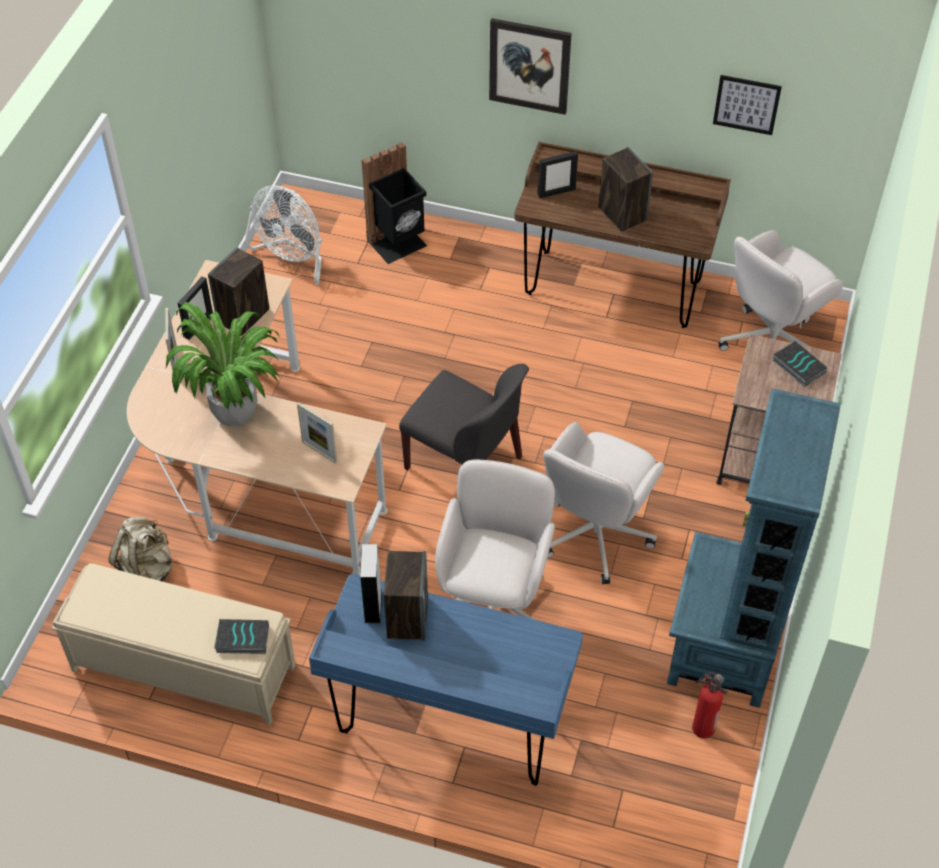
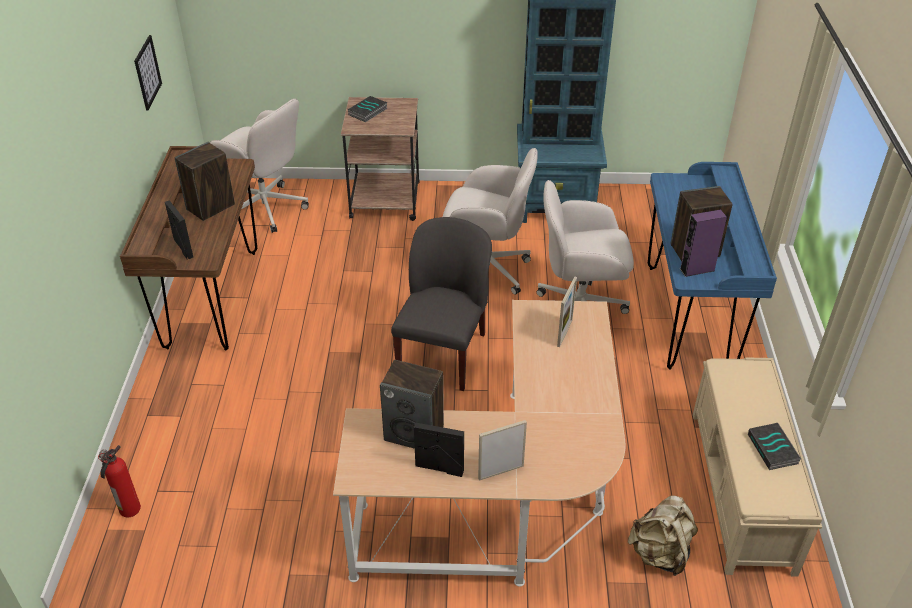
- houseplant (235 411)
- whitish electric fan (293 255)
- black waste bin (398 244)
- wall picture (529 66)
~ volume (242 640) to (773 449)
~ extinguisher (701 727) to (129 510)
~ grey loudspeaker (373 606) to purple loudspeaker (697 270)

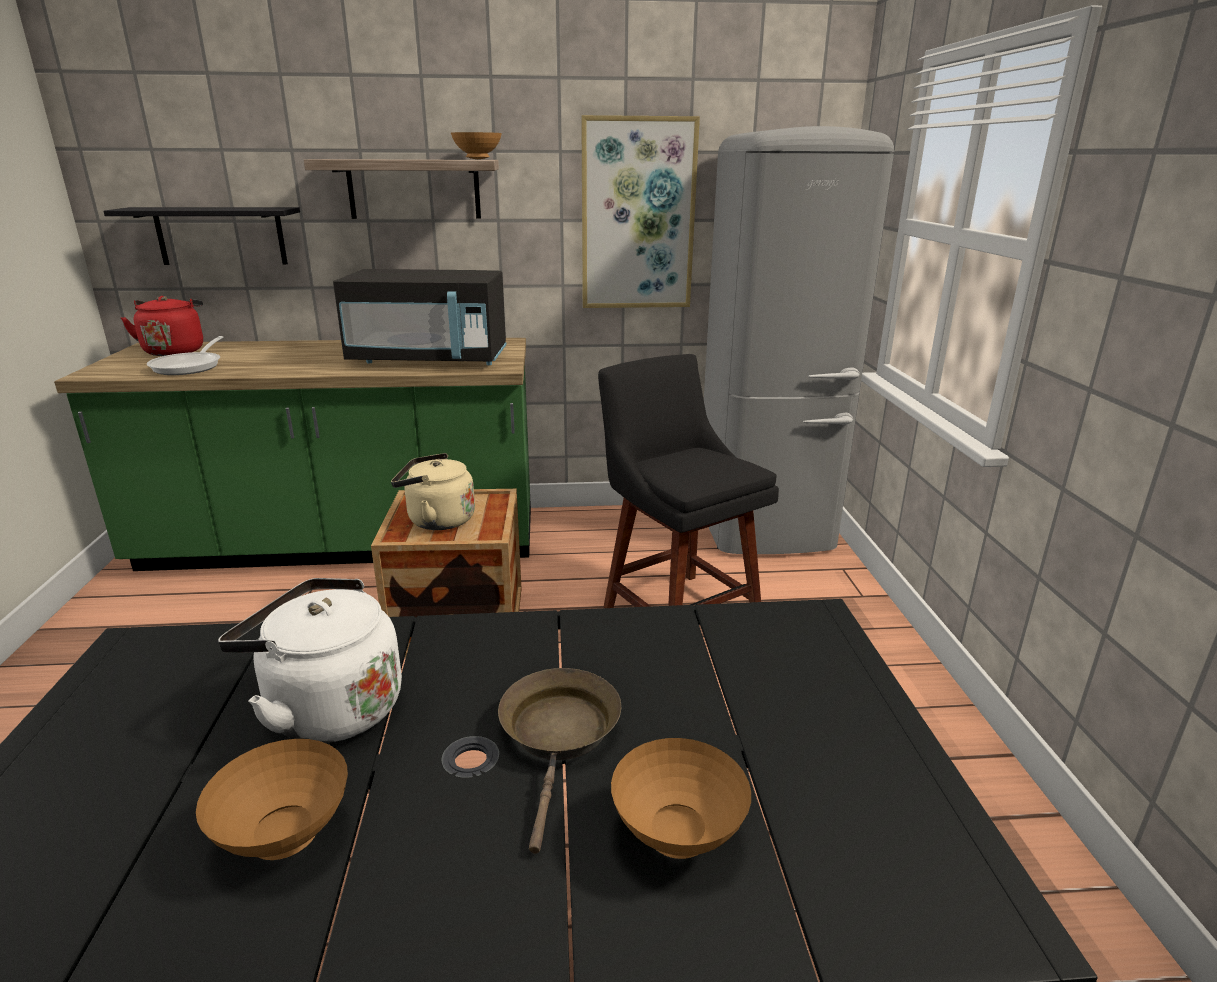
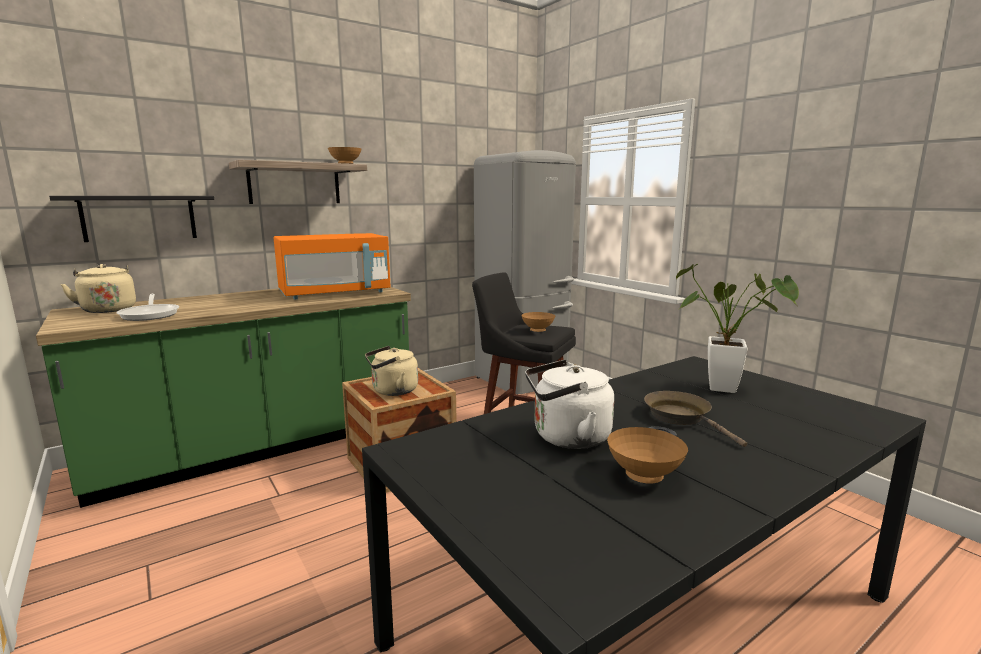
- wall picture (637 215)
+ houseplant (730 389)
~ brownish serving bowl (677 833) to (537 331)
~ red tea kettle (175 351) to beige-coloured tea kettle (108 309)
~ black kitchen microwave (430 360) to orangey kitchen microwave (335 293)

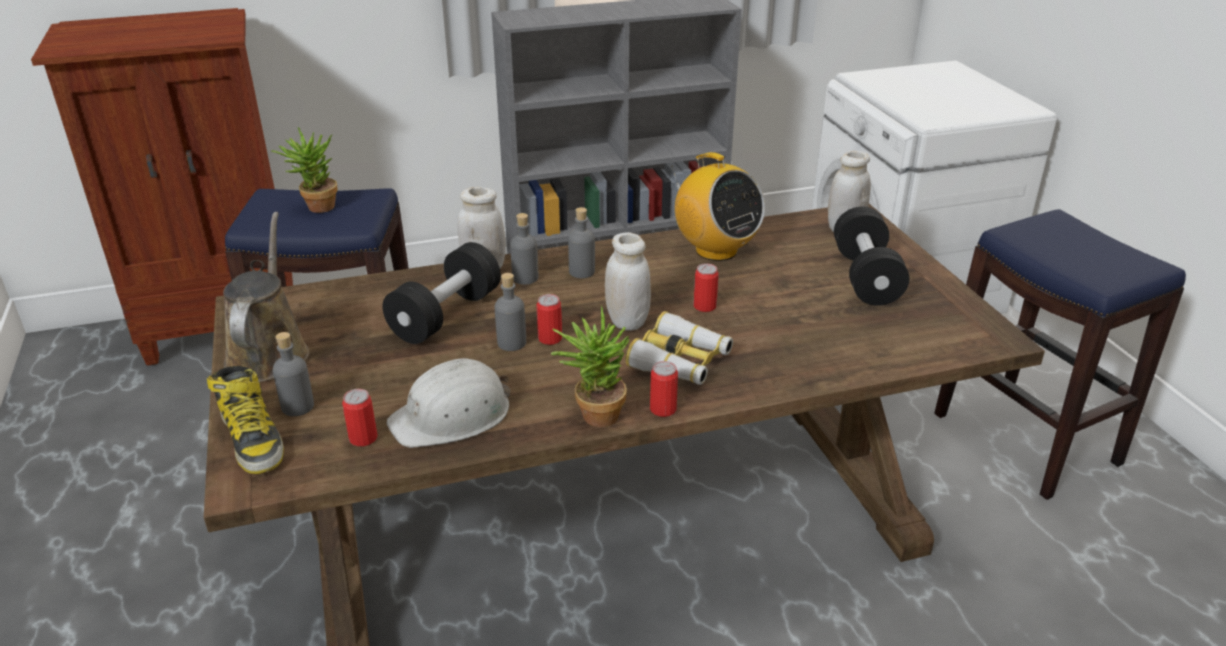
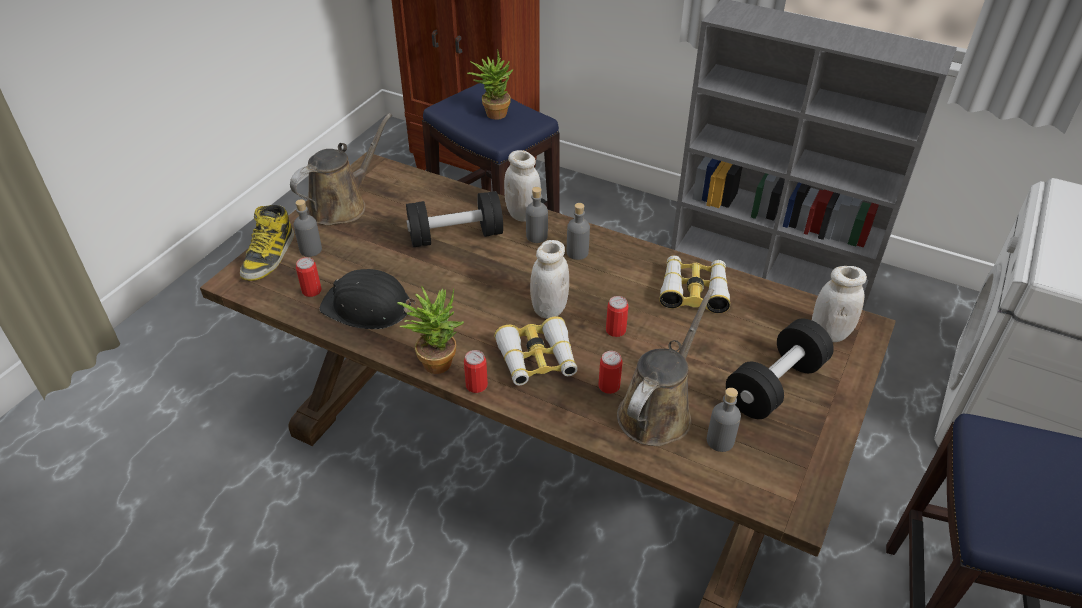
+ brownish watering can (658 411)
~ grey beverage bottle (511 343) to (720 441)
~ can (550 338) to (609 386)
~ radio (715 250) to pair of binoculars (694 290)
~ whitish safety helmet (452 416) to black safety helmet (367 307)

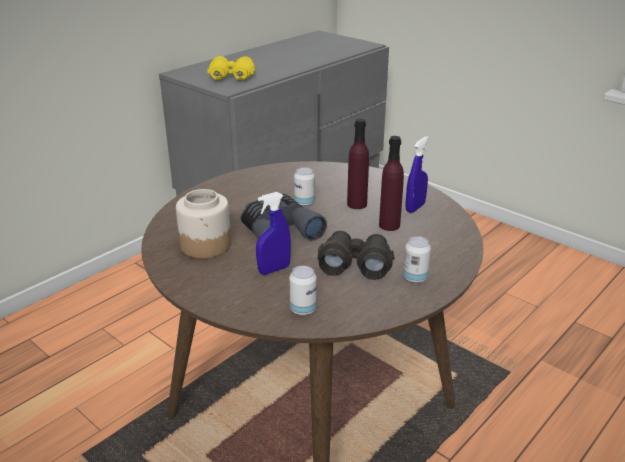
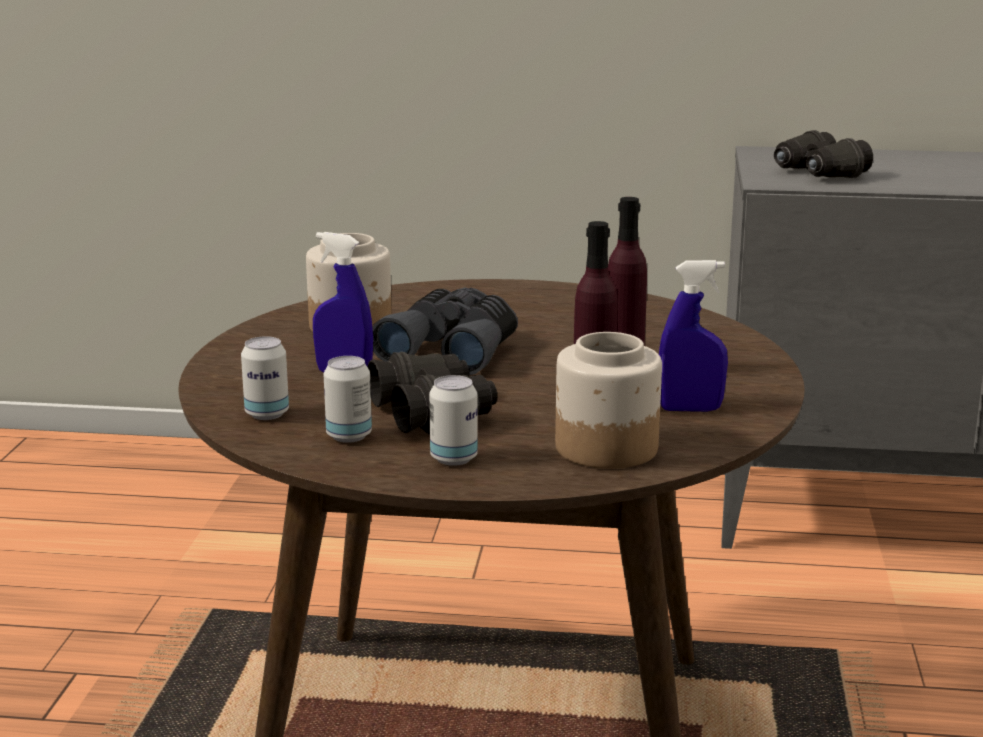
+ storage jar (605 448)
~ can (304 203) to (349 436)
~ yellowish pair of binoculars (231 78) to black pair of binoculars (818 173)

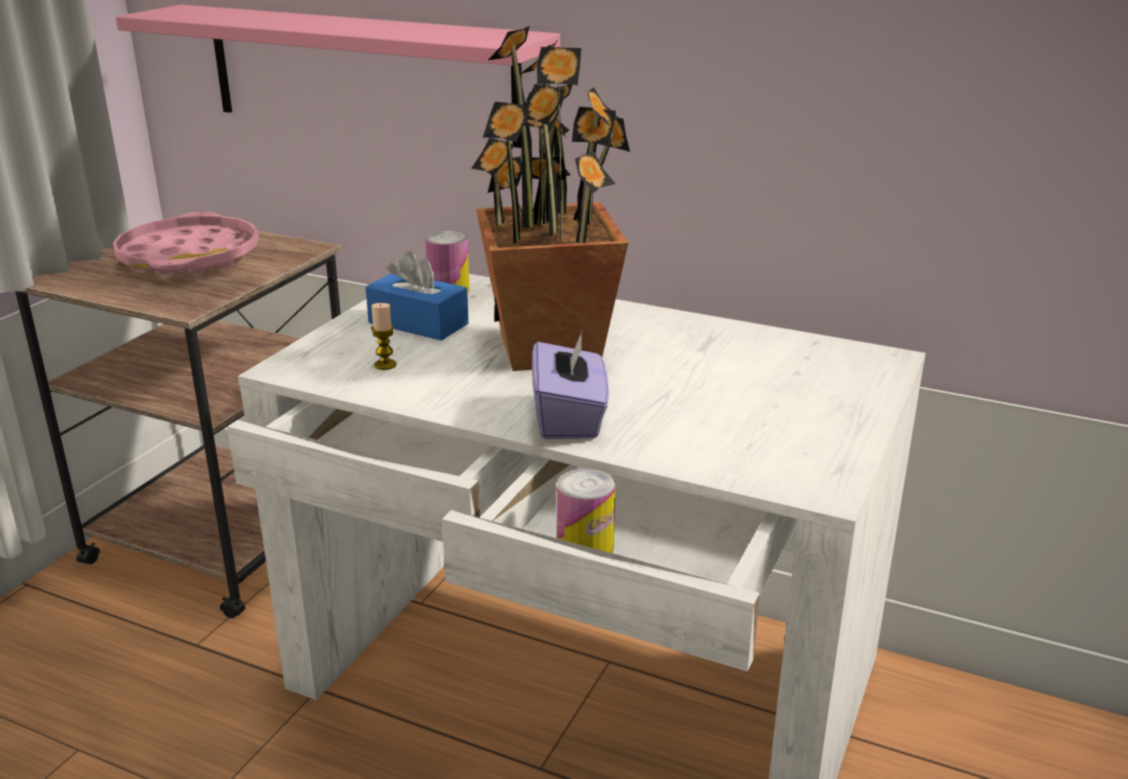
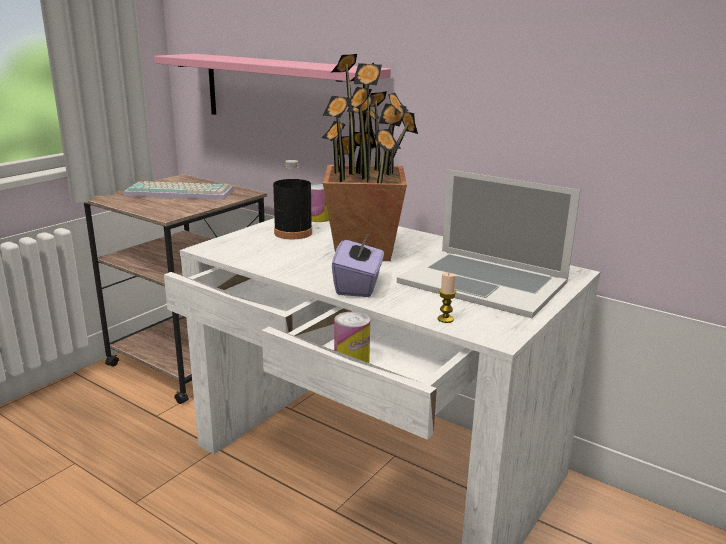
+ notebook computer (483 282)
~ wax candle (385 365) to (445 319)
~ pink serving tray (190 257) to PC keyboard (181 192)
~ blue tissue box (418 323) to black beverage bottle (293 233)

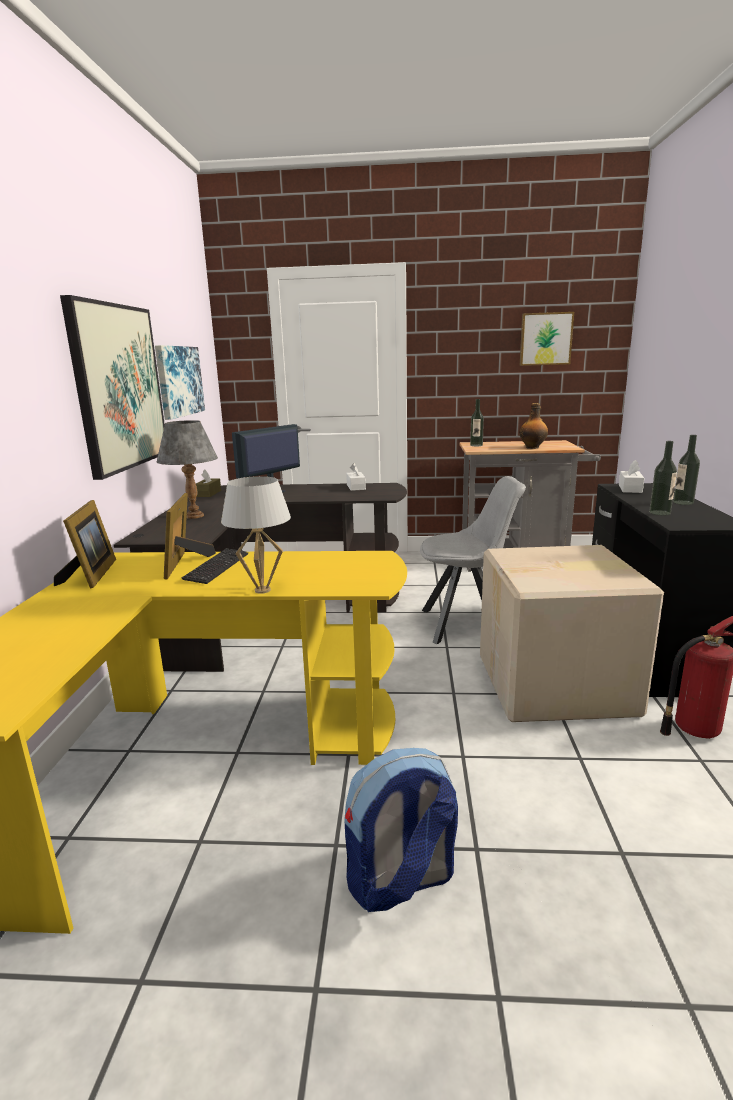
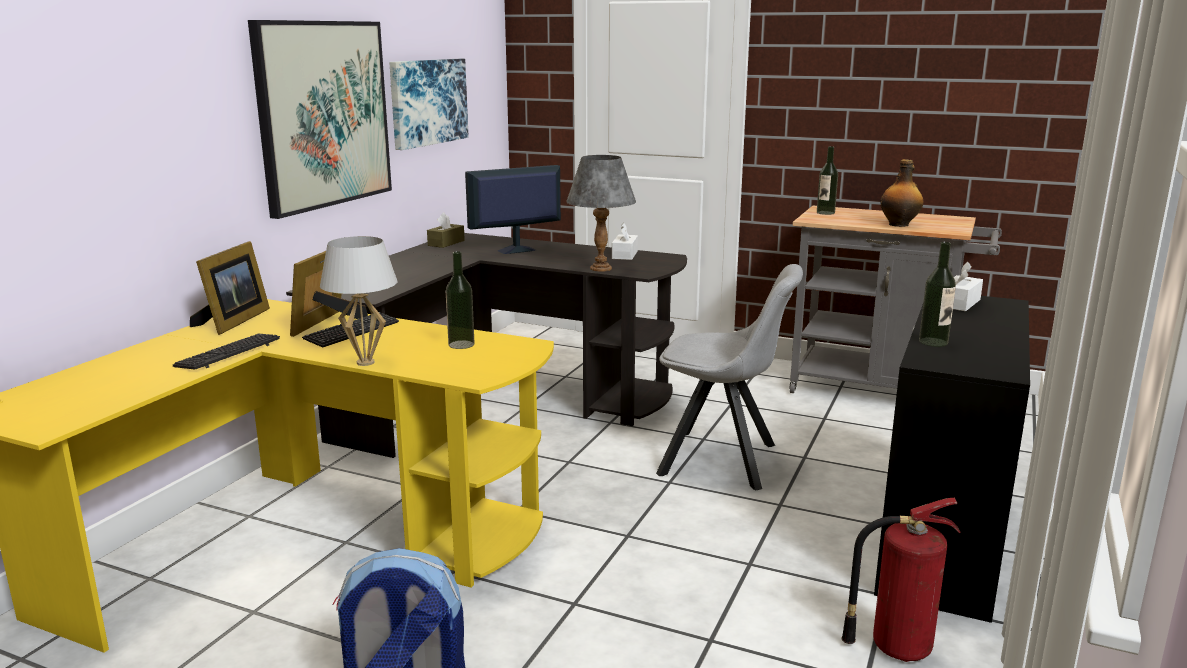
- packing box (557 685)
- wall picture (545 339)
+ PC keyboard (228 353)
~ grey table lamp (194 516) to (600 268)
~ beverage bottle (683 502) to (461 344)

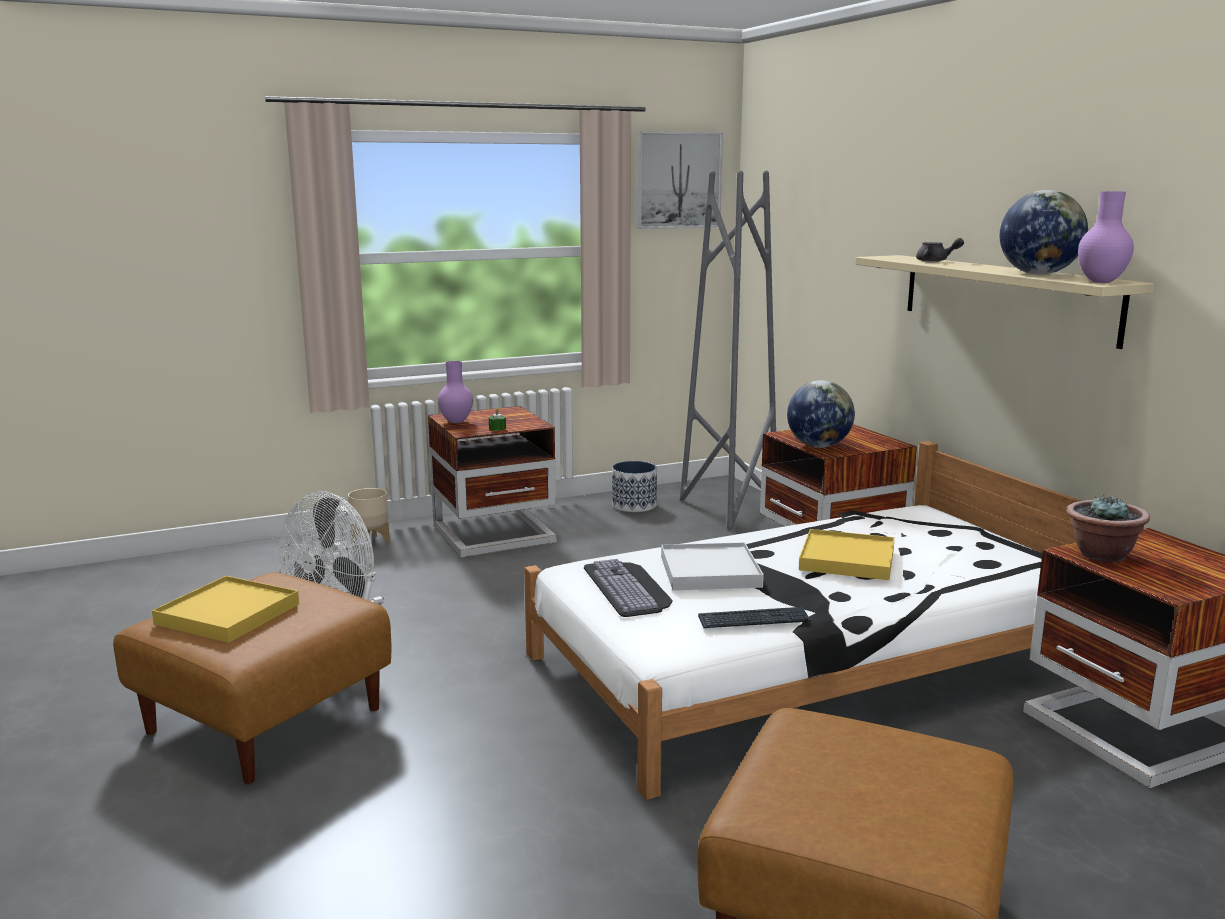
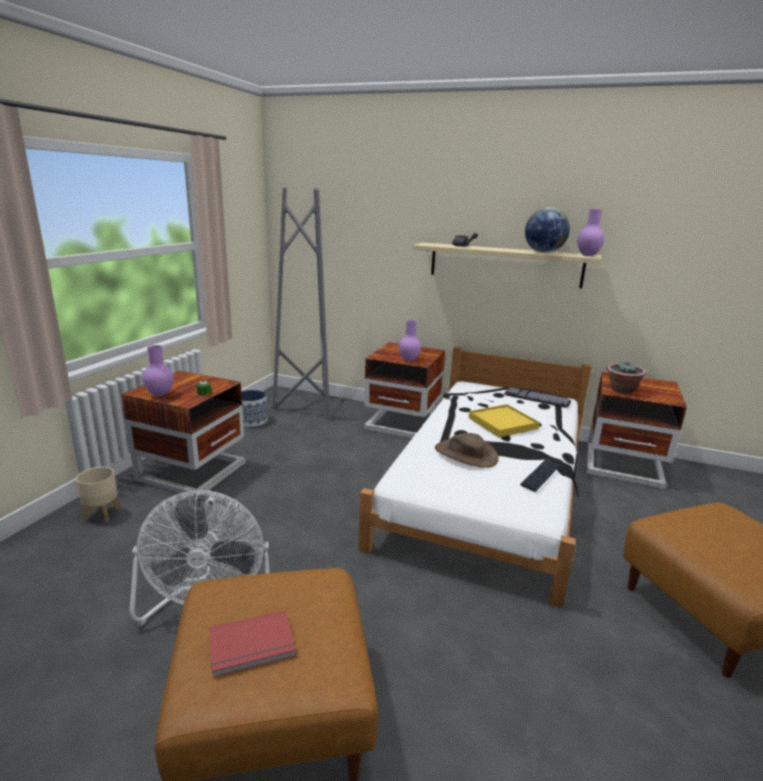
- wall picture (678 180)
~ PC keyboard (630 588) to (538 397)
~ yellowish serving tray (228 614) to red volume (252 647)
~ whitish serving tray (710 572) to brownish wearable hat (466 454)
~ world globe (818 446) to purple flower vase (408 360)

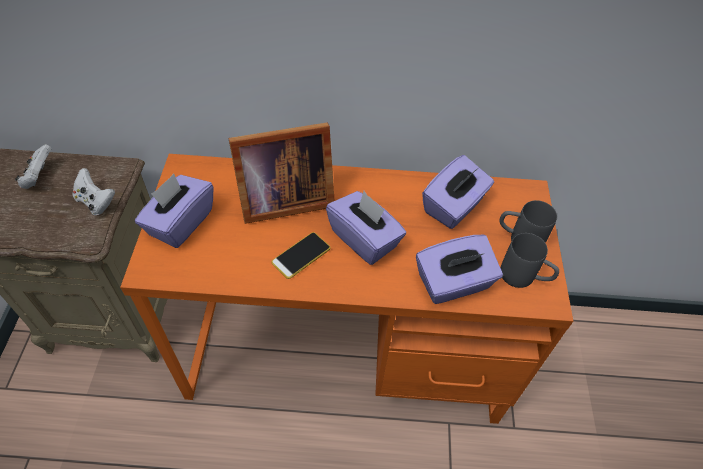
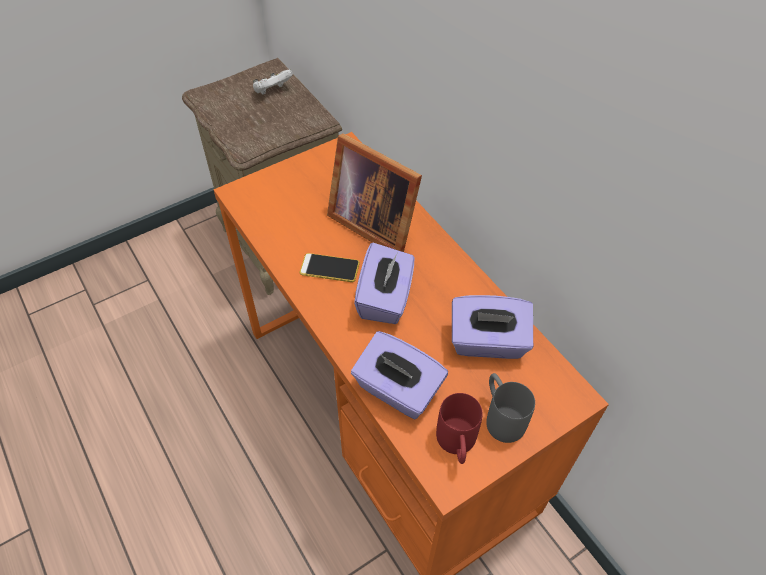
- whitish gamepad (96 202)
- purple tissue box (180 223)
~ grey mug (524 278) to red mug (456 445)

